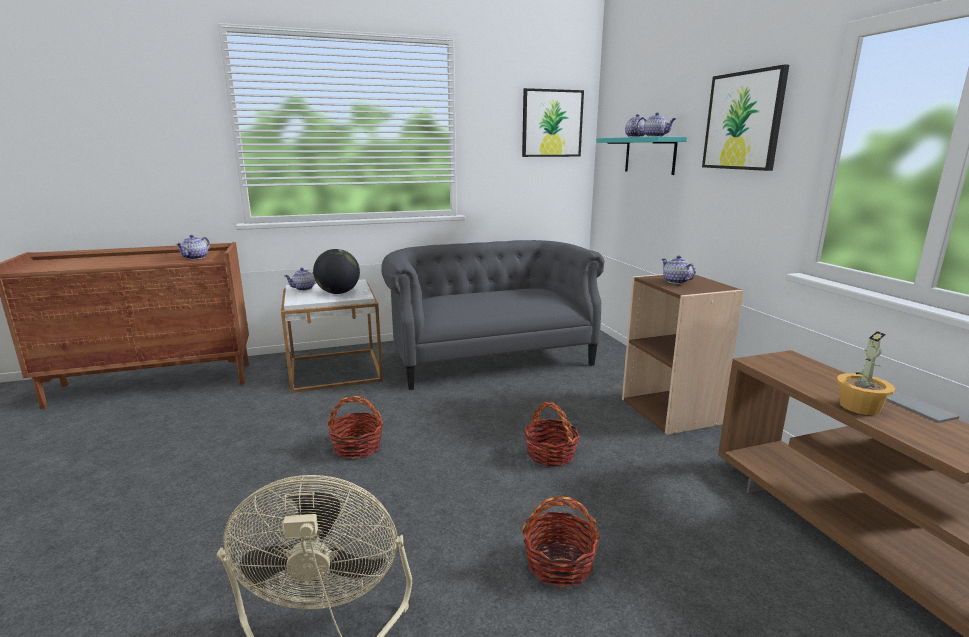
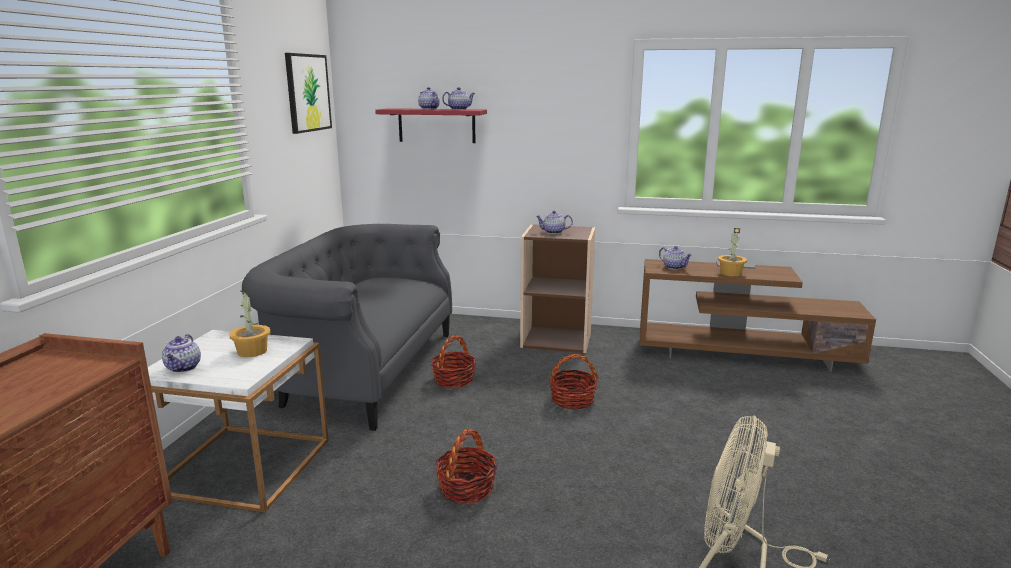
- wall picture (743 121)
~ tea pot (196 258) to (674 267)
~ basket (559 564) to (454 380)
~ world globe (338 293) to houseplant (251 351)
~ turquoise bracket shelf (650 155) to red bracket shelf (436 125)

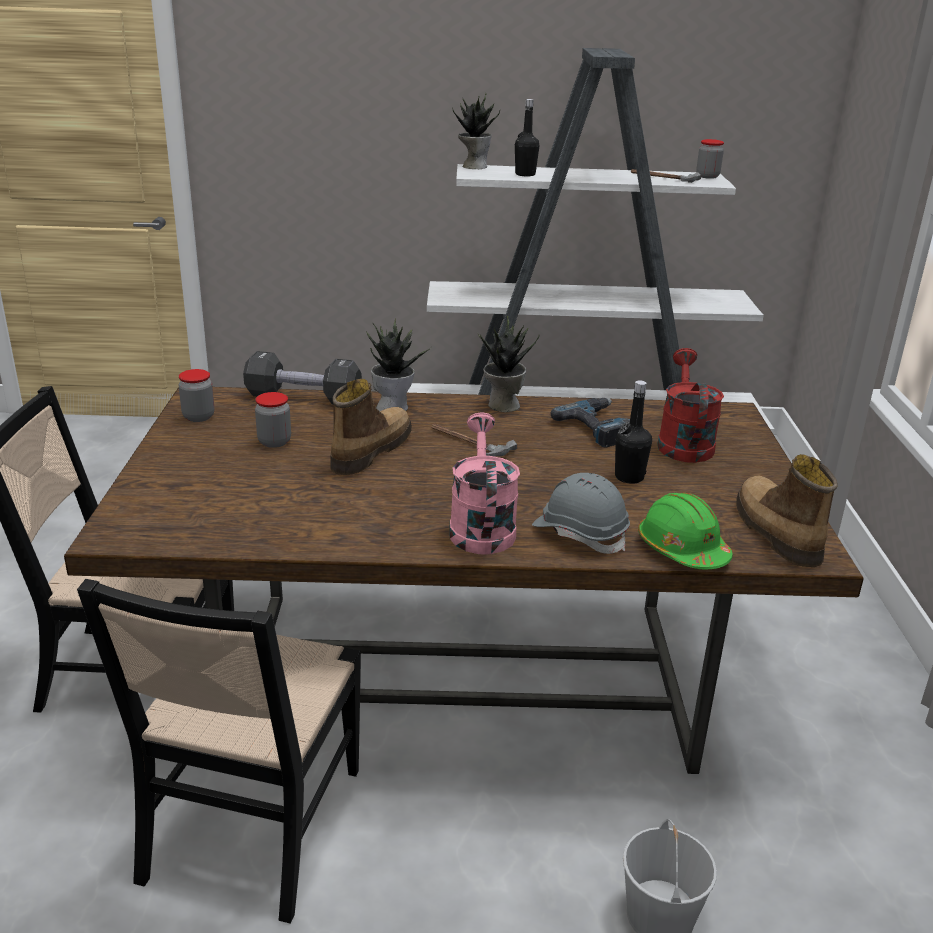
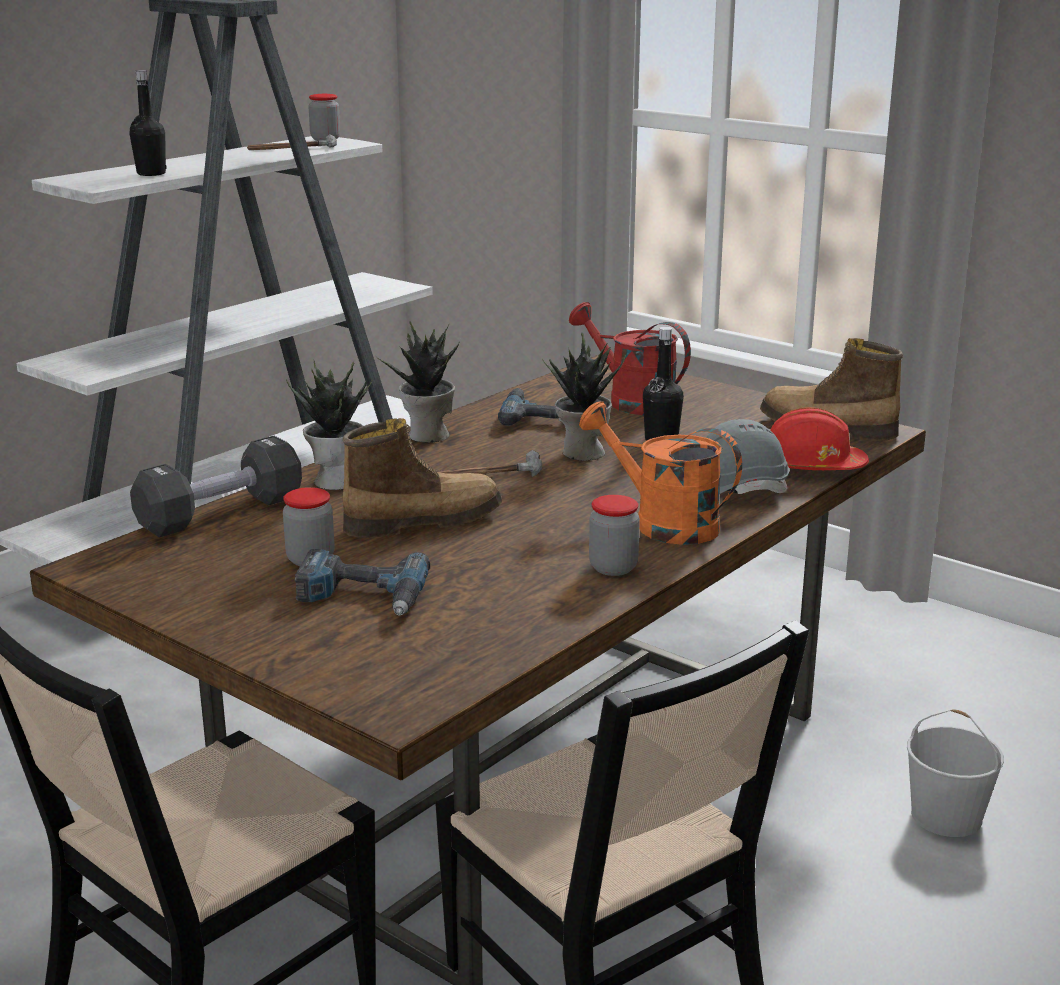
+ drill (362 597)
~ storage jar (198 417) to (613 568)
~ houseplant (473 166) to (581 453)
~ pink watering can (481 527) to orangey watering can (662 523)
~ green-coloured safety helmet (682 549) to red safety helmet (810 467)
~ high-top boot (370 451) = (422 521) 90 degrees clockwise

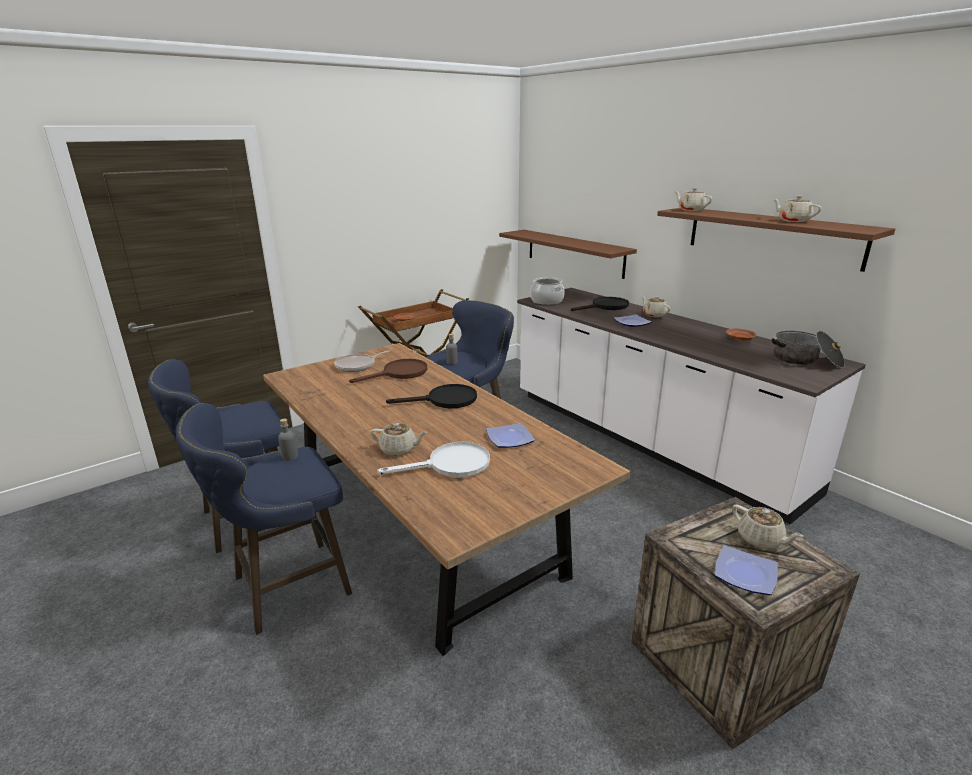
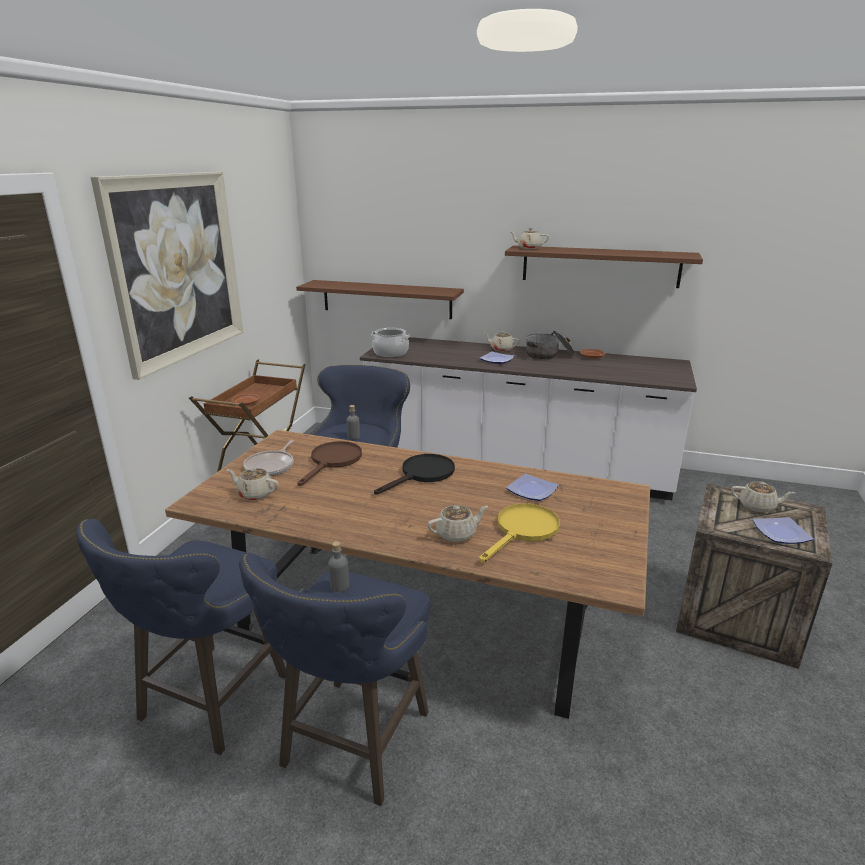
- black pan (606 307)
+ wall picture (177 268)
~ saucepot (806 360) to (549 355)
~ beige-coloured tea pot (793 221) to (255 494)
~ whitish pan (450 465) to yellowish pan (523 531)

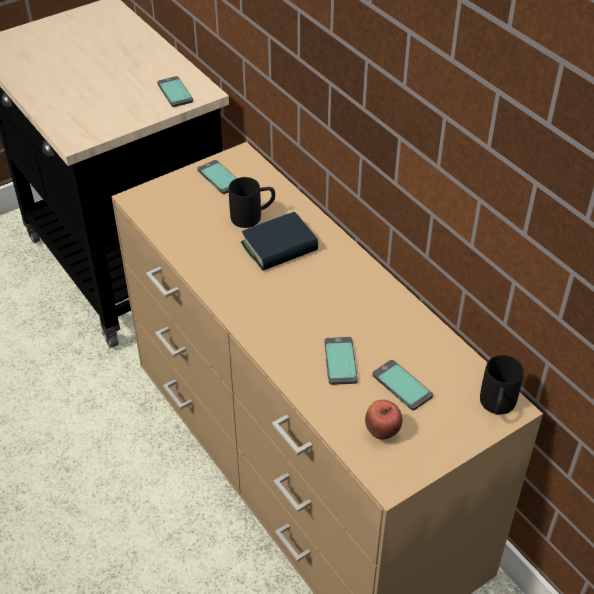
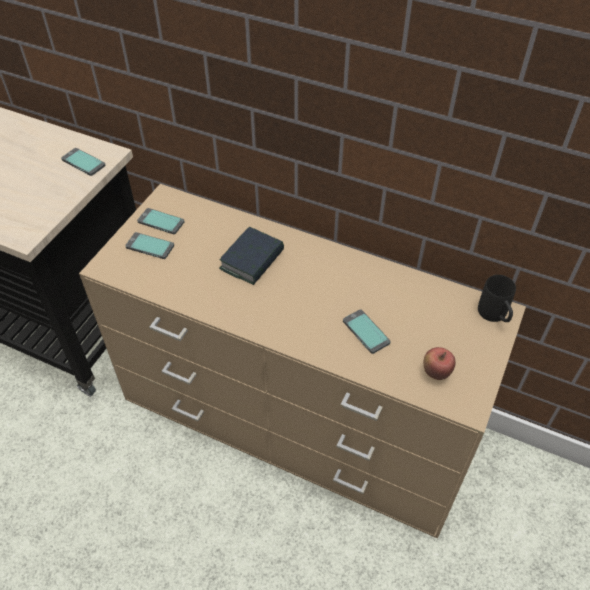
- black mug (253 217)
~ handset (401 386) to (150 246)

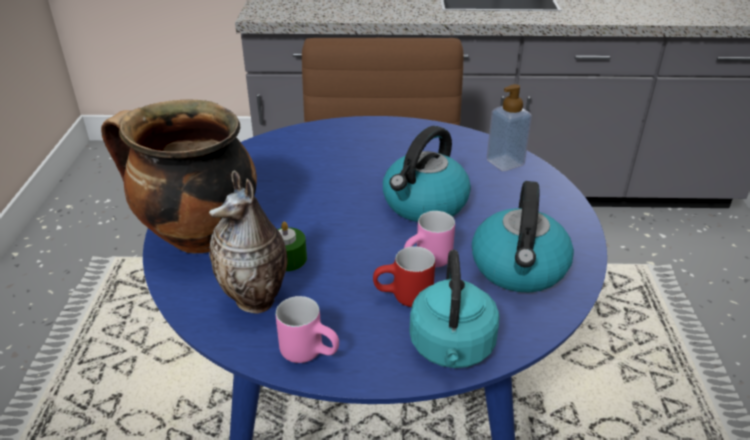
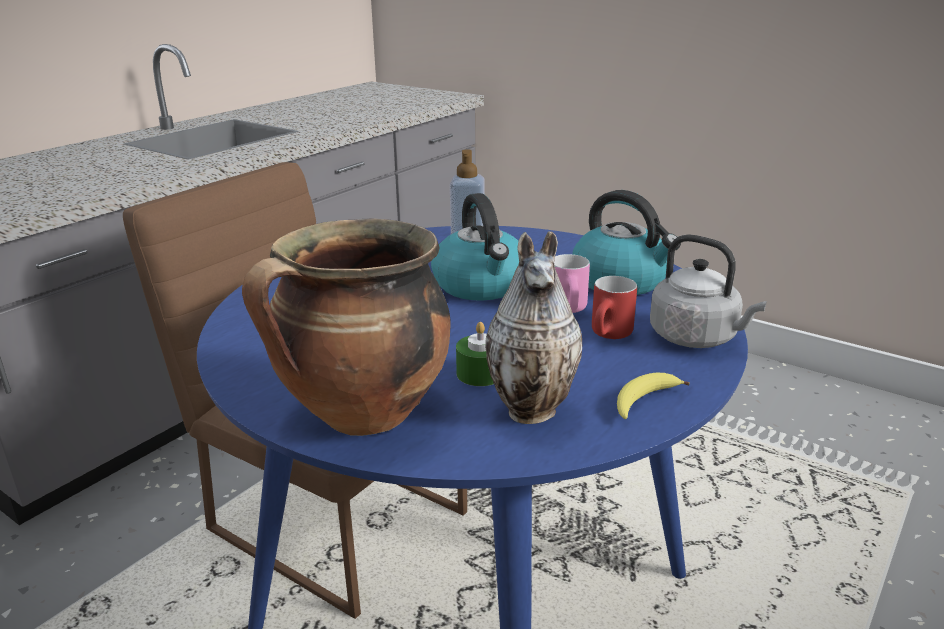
~ pink mug (311 351) to banana fruit (644 402)
~ turquoise tea kettle (451 349) to grey tea kettle (697 338)

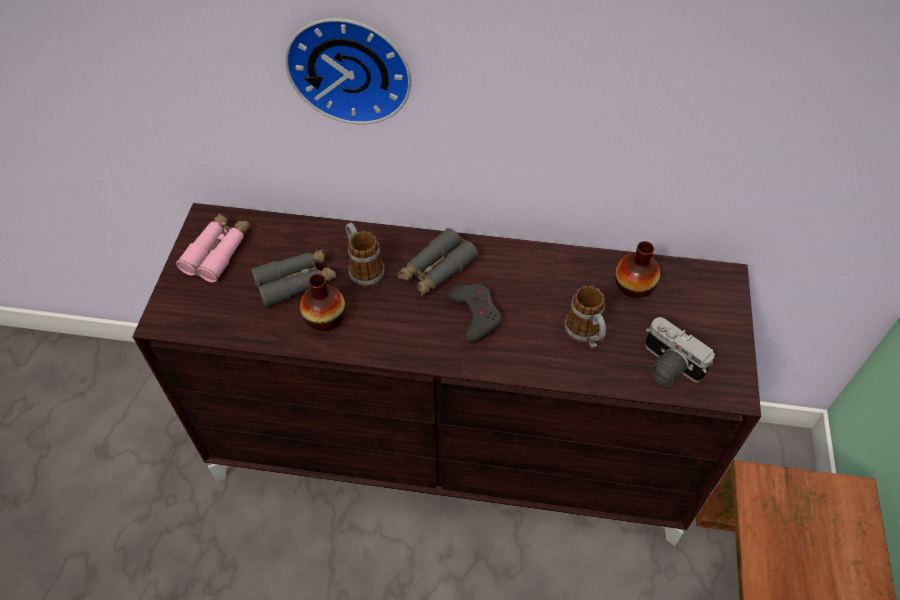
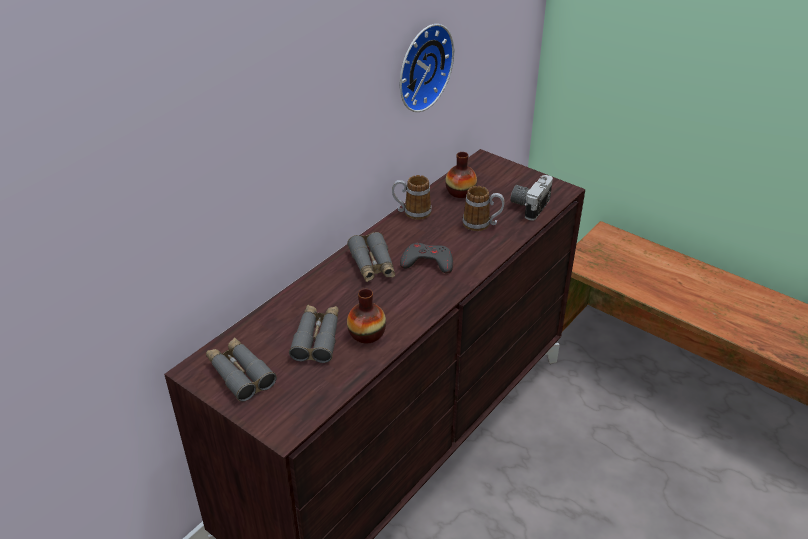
~ clock on the wall (350 67) to (421 66)
~ mug (363 268) to (411 212)
~ pink pair of binoculars (218 252) to grey pair of binoculars (240 374)
~ still camera (666 367) = (529 205) 135 degrees clockwise

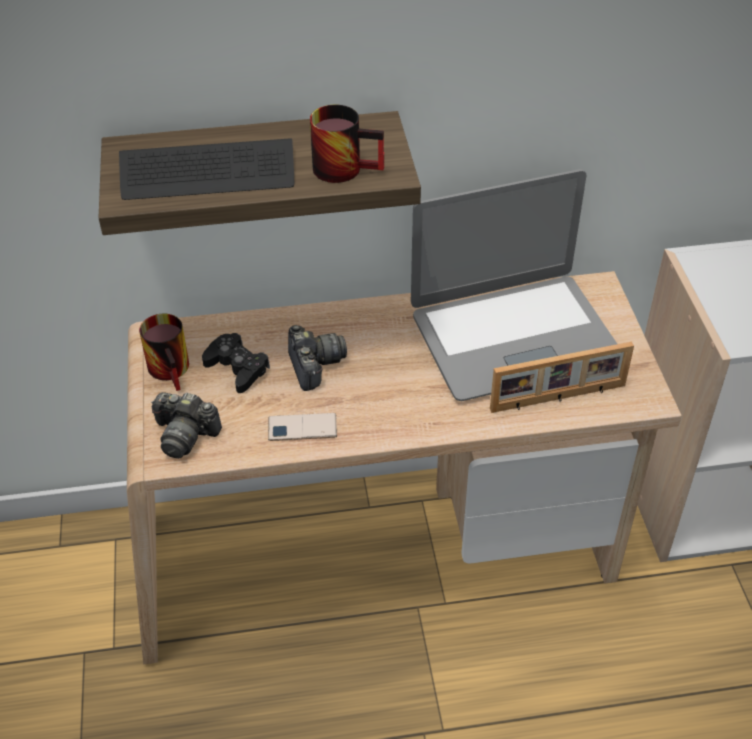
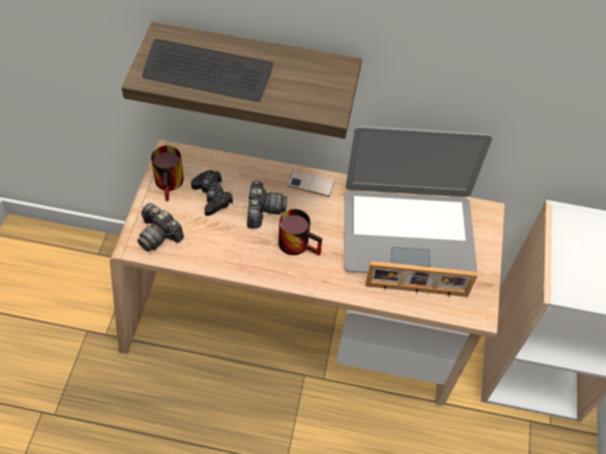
~ handset (302 427) to (310 184)
~ mug (346 167) to (299 243)

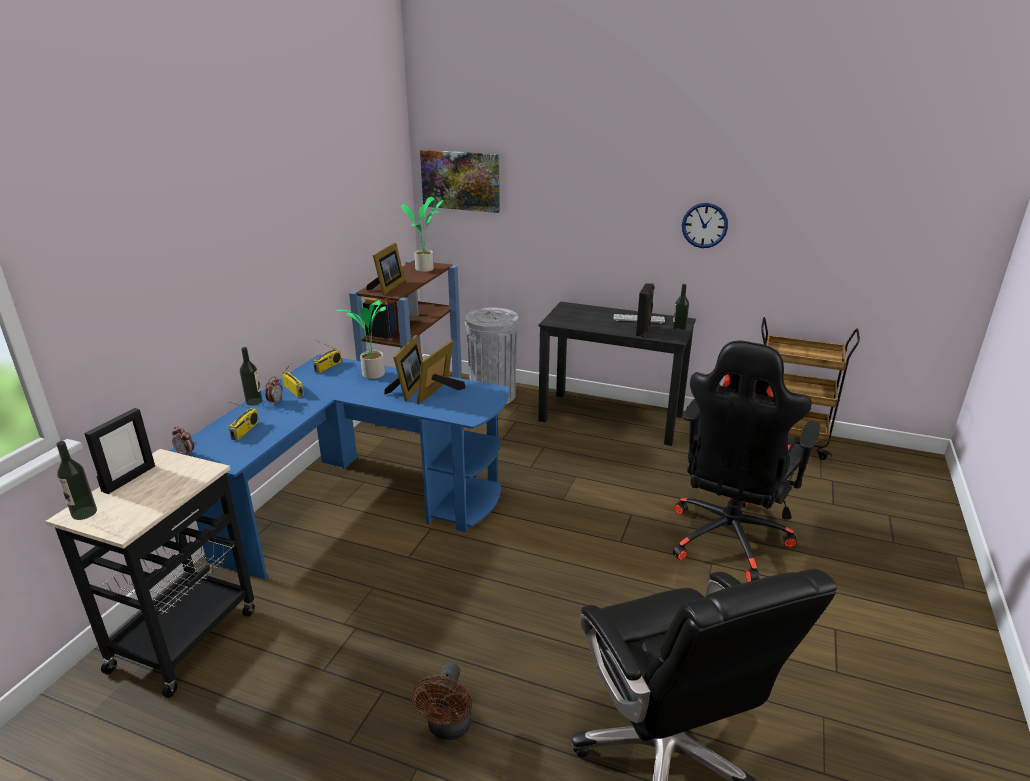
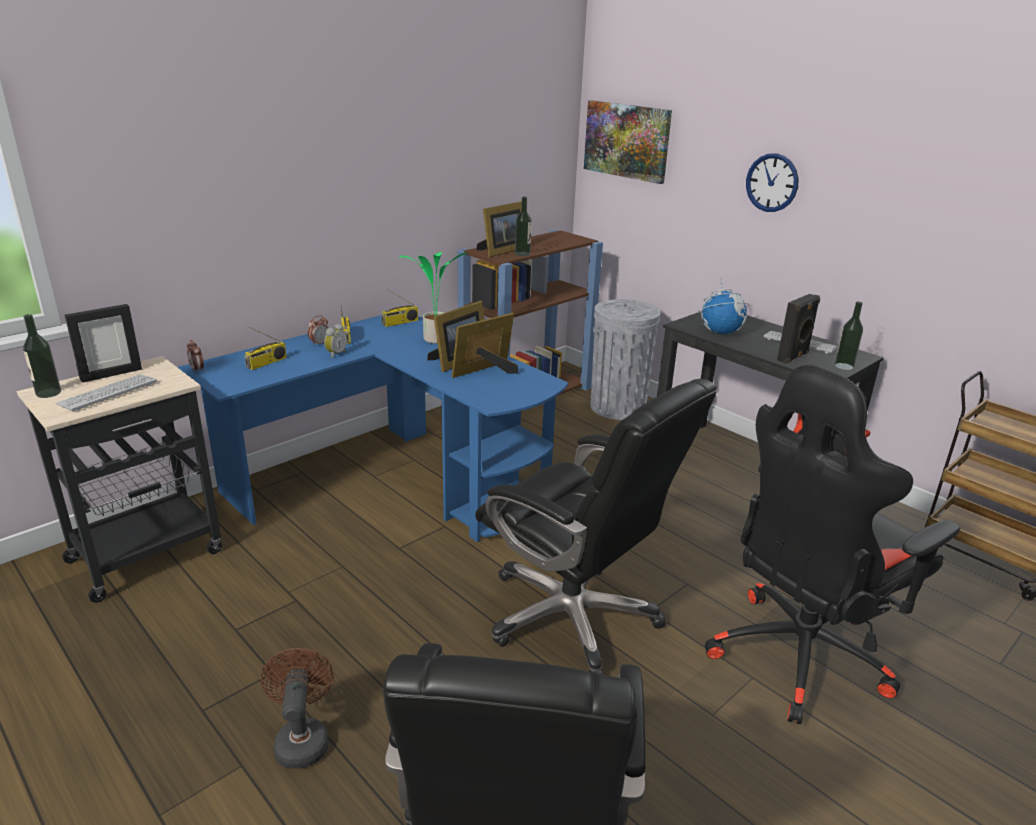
- houseplant (426 269)
+ PC keyboard (108 393)
+ alarm clock (335 354)
+ black computer chair (572 618)
+ world globe (720 332)
~ beverage bottle (254 401) to (522 254)
~ clock on the wall (704 225) to (772 182)
~ brownish electric fan (448 728) = (302 739) 135 degrees clockwise

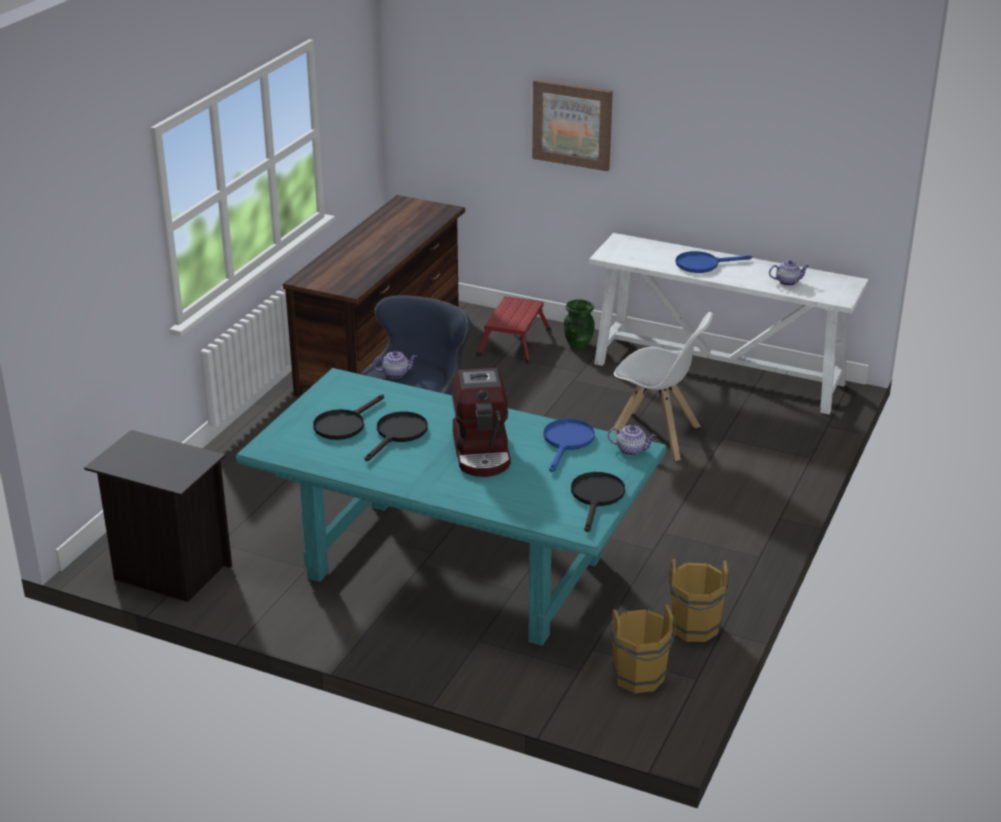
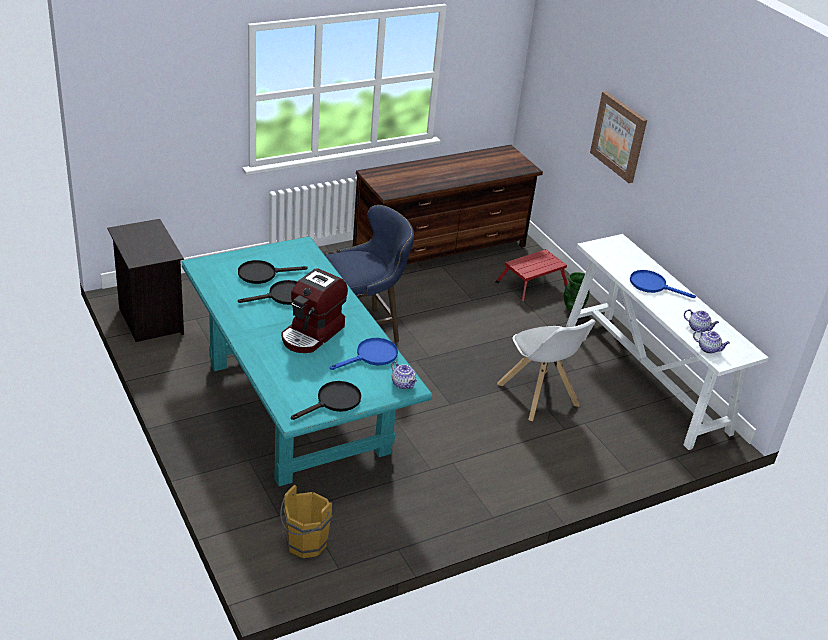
- brownish bucket (694 630)
~ tea pot (396 374) to (708 349)

